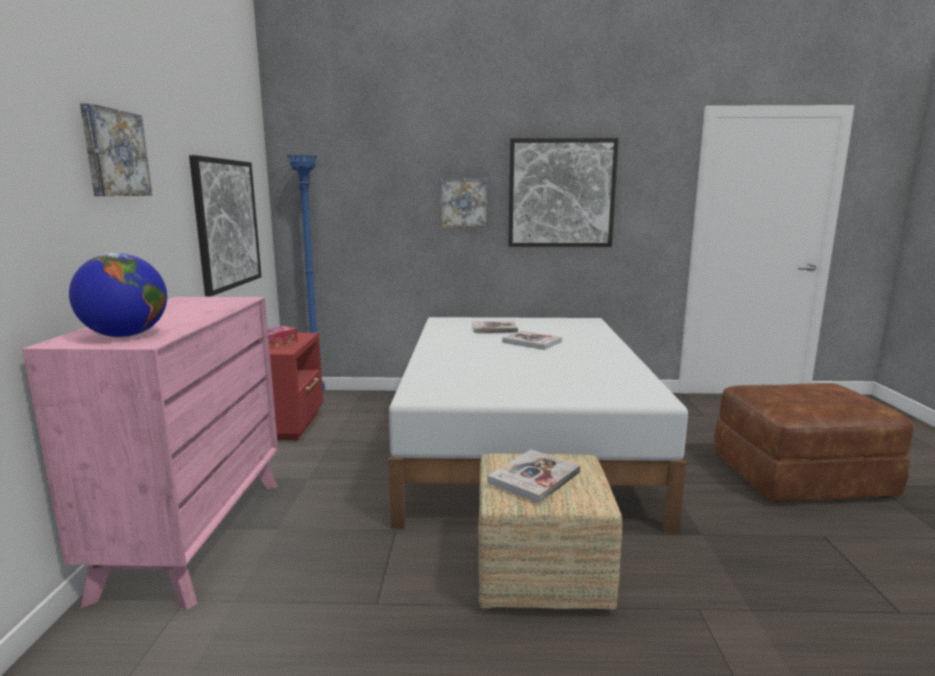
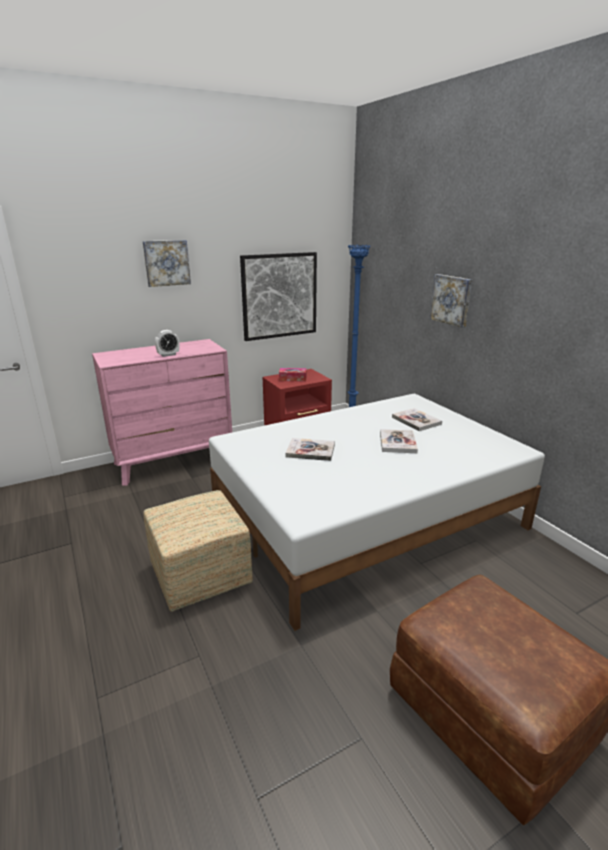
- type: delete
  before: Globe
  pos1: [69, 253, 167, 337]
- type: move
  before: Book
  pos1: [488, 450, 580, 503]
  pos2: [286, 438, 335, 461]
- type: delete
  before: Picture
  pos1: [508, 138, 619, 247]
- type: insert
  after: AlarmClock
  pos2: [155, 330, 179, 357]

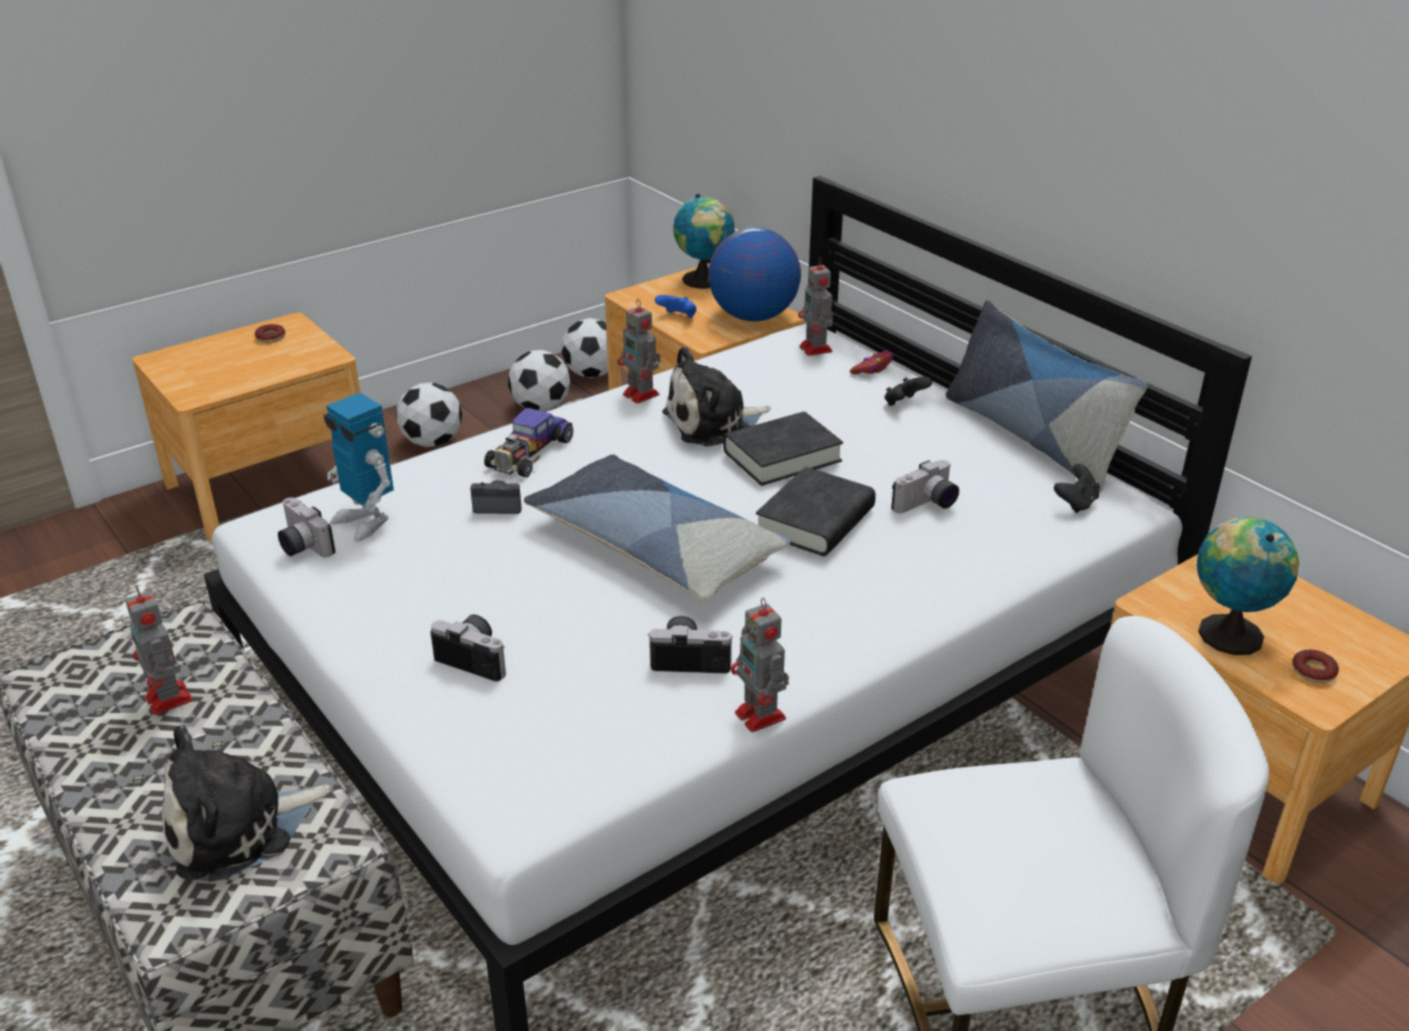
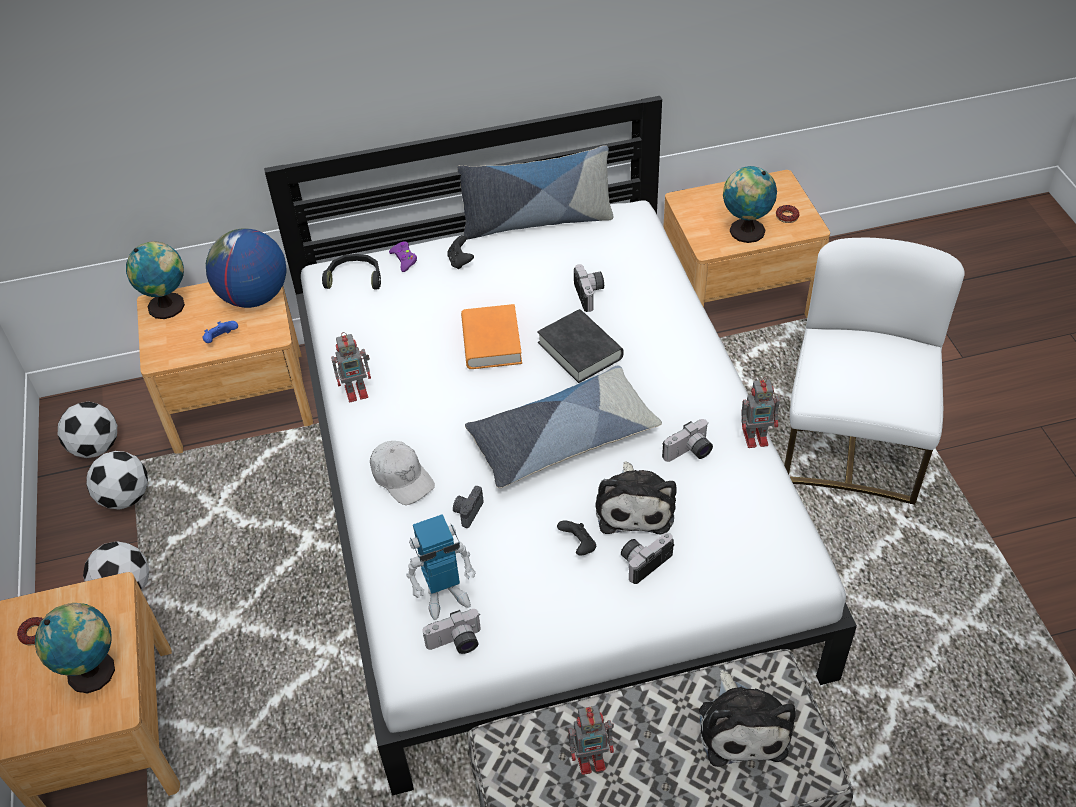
- type: replace
  before: ToyCar
  after: WhiteCap
  pos1: [484, 408, 573, 477]
  pos2: [370, 441, 435, 505]
- type: rotate
  before: PhotoCamera
  pos1: [649, 616, 733, 673]
  pos2: [662, 419, 713, 462]
  turn: -150
- type: move
  before: PlushToy
  pos1: [662, 346, 771, 446]
  pos2: [596, 461, 677, 534]
- type: recolor
  before: BlackBook
  after: OrangeBook
  pos1: [723, 412, 843, 486]
  pos2: [461, 304, 522, 369]
- type: replace
  before: ToyRobot
  after: BlackHeadphones
  pos1: [798, 257, 833, 356]
  pos2: [322, 254, 381, 290]
- type: recolor
  before: RedGameController
  after: PurpleGameController
  pos1: [850, 351, 893, 374]
  pos2: [389, 241, 417, 272]
- type: move
  before: BlackGameController
  pos1: [1054, 464, 1100, 513]
  pos2: [557, 520, 596, 556]
- type: insert
  after: Globe
  pos2: [35, 603, 115, 693]

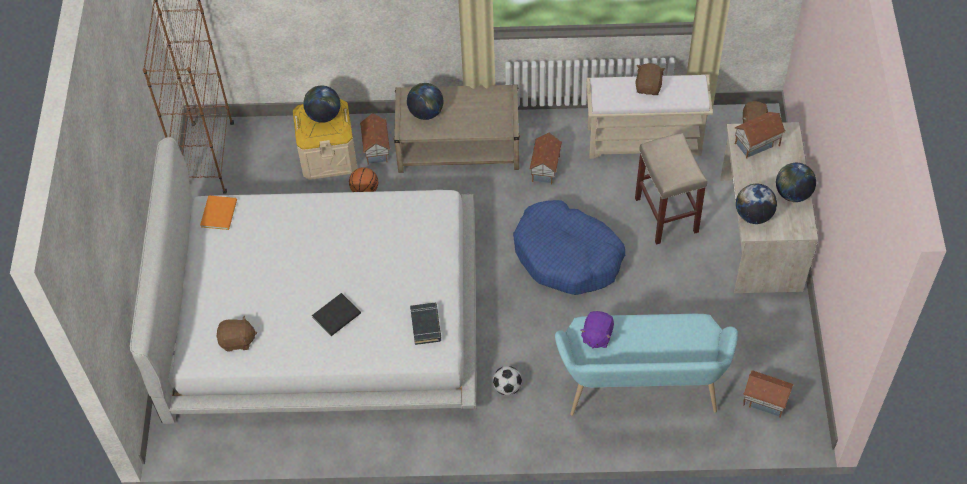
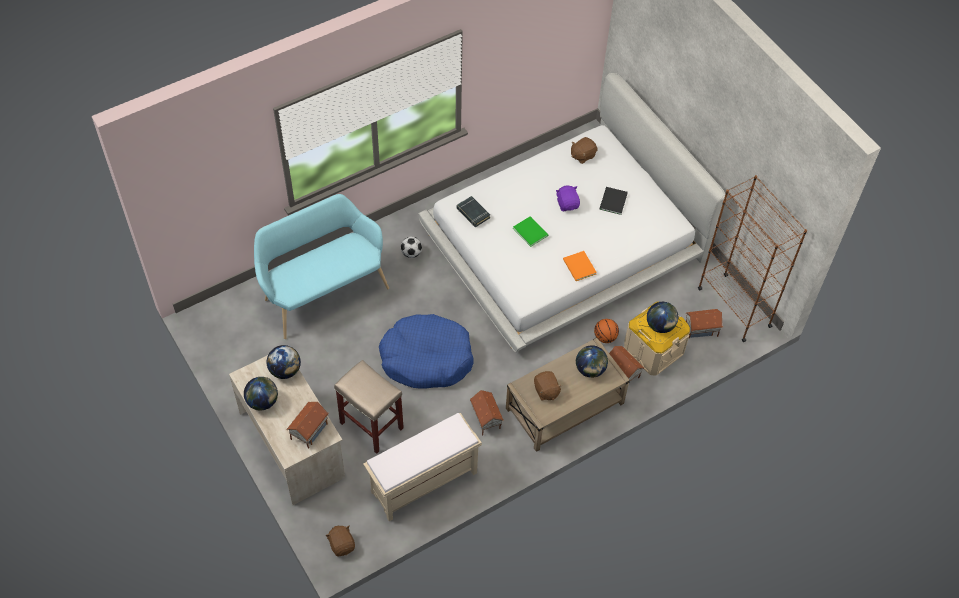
- type: move
  before: OrangeBook
  pos1: [200, 195, 237, 230]
  pos2: [563, 251, 597, 281]
- type: move
  before: BlackBook
  pos1: [312, 293, 361, 336]
  pos2: [600, 187, 628, 215]
- type: move
  before: PurplePlushToy
  pos1: [580, 311, 614, 349]
  pos2: [556, 186, 580, 211]
- type: move
  before: BrownPlushToy
  pos1: [636, 63, 665, 95]
  pos2: [534, 371, 562, 401]
- type: move
  before: ToyHouse
  pos1: [743, 370, 794, 418]
  pos2: [686, 309, 723, 338]
- type: insert
  after: GreenBook
  pos2: [513, 216, 548, 247]

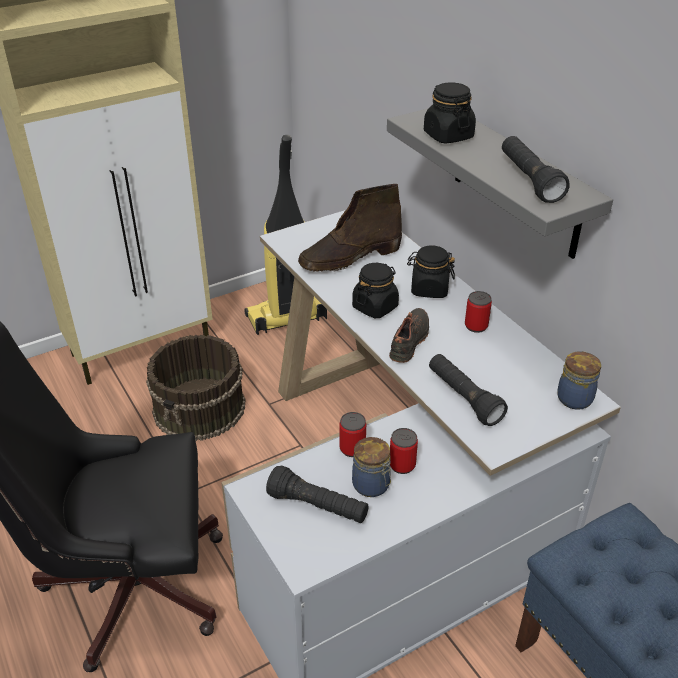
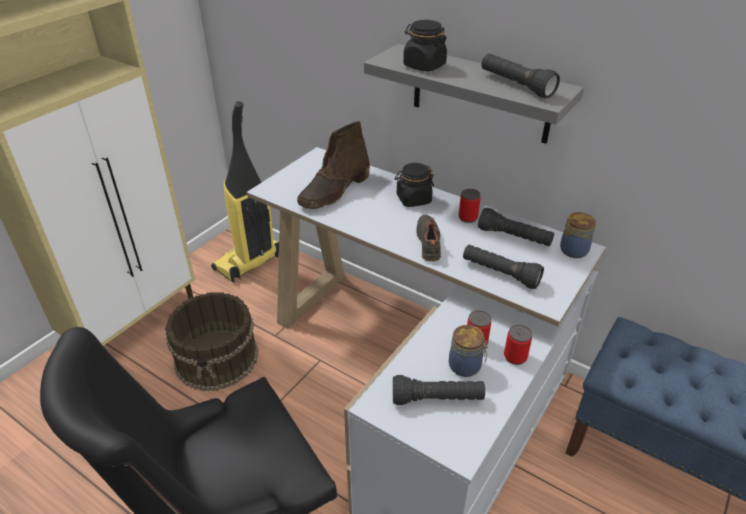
- type: move
  before: Can
  pos1: [339, 412, 366, 457]
  pos2: [504, 325, 532, 365]
- type: delete
  before: BlackJar
  pos1: [352, 263, 399, 318]
- type: insert
  after: BlackFlashlight
  pos2: [478, 208, 554, 246]

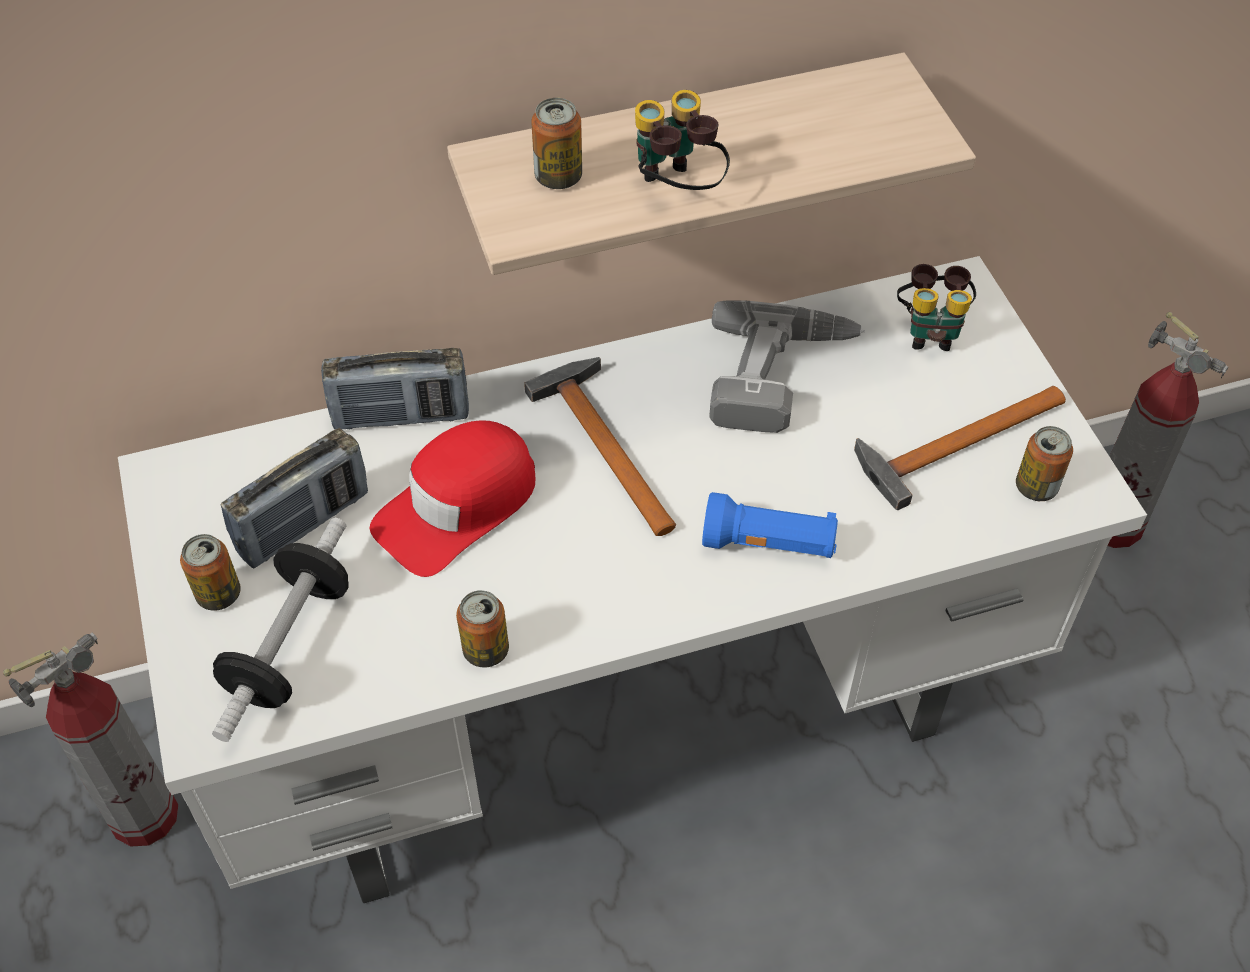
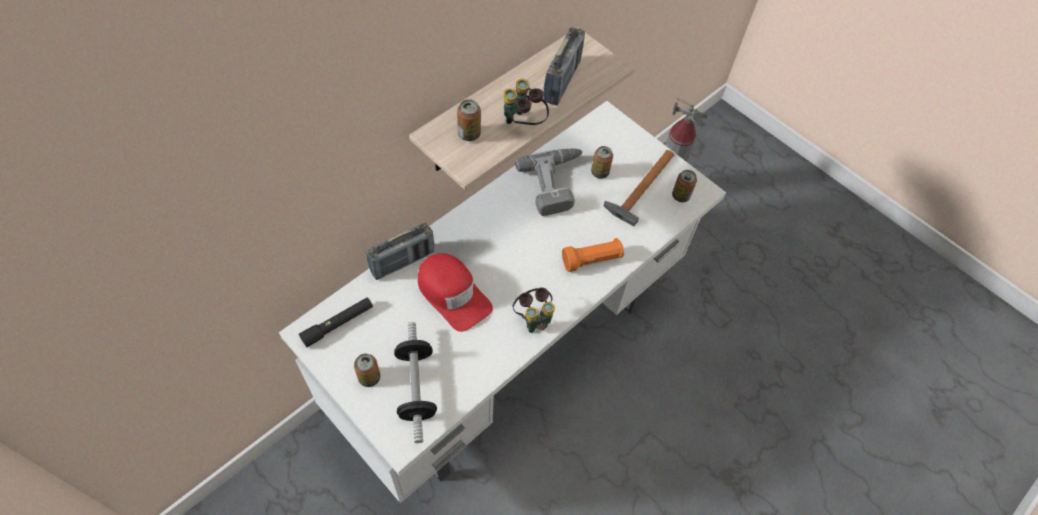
- type: delete
  before: FireExtinguisher
  pos1: [3, 633, 178, 847]
- type: move
  before: Radio
  pos1: [221, 428, 368, 568]
  pos2: [543, 27, 585, 105]
- type: rotate
  before: RedCap
  pos1: [370, 420, 536, 577]
  pos2: [418, 253, 493, 332]
  turn: -60
- type: move
  before: Can
  pos1: [456, 590, 509, 667]
  pos2: [591, 146, 613, 179]
- type: delete
  before: Hammer
  pos1: [524, 357, 676, 536]
- type: recolor
  before: BlueFlashlight
  after: OrangeFlashlight
  pos1: [702, 492, 838, 558]
  pos2: [562, 238, 624, 272]
- type: move
  before: Binoculars
  pos1: [897, 264, 976, 351]
  pos2: [513, 288, 555, 333]
- type: insert
  after: BlackFlashlight
  pos2: [299, 297, 373, 347]

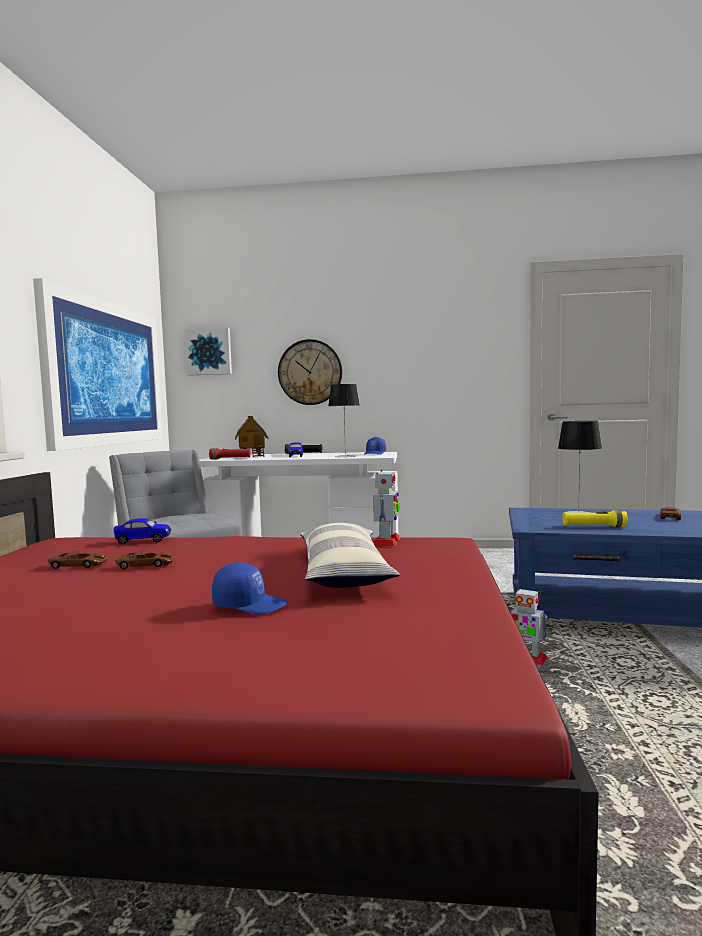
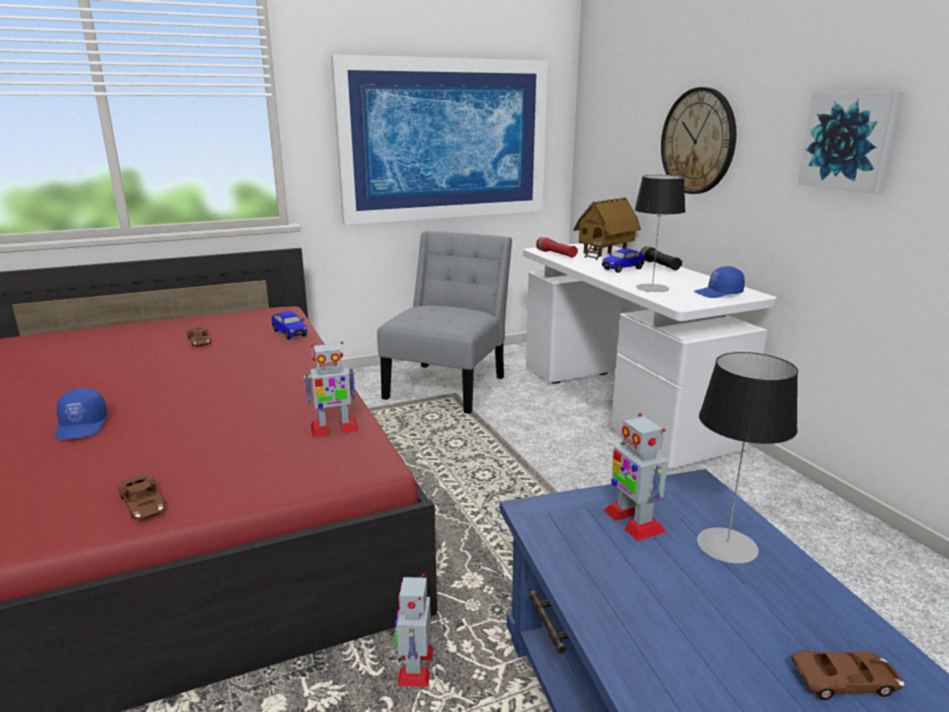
- type: move
  before: BrownToyCar
  pos1: [115, 551, 174, 569]
  pos2: [118, 474, 164, 520]
- type: move
  before: Picture
  pos1: [185, 328, 232, 376]
  pos2: [797, 91, 904, 193]
- type: delete
  before: Pillow
  pos1: [300, 523, 400, 588]
- type: delete
  before: YellowFlashlight
  pos1: [563, 510, 628, 527]
- type: insert
  after: ToyRobot
  pos2: [604, 413, 668, 541]

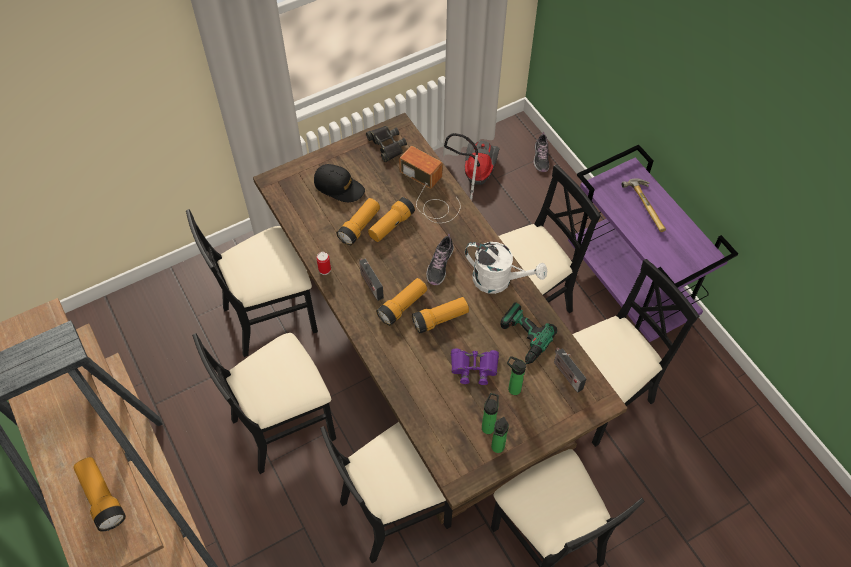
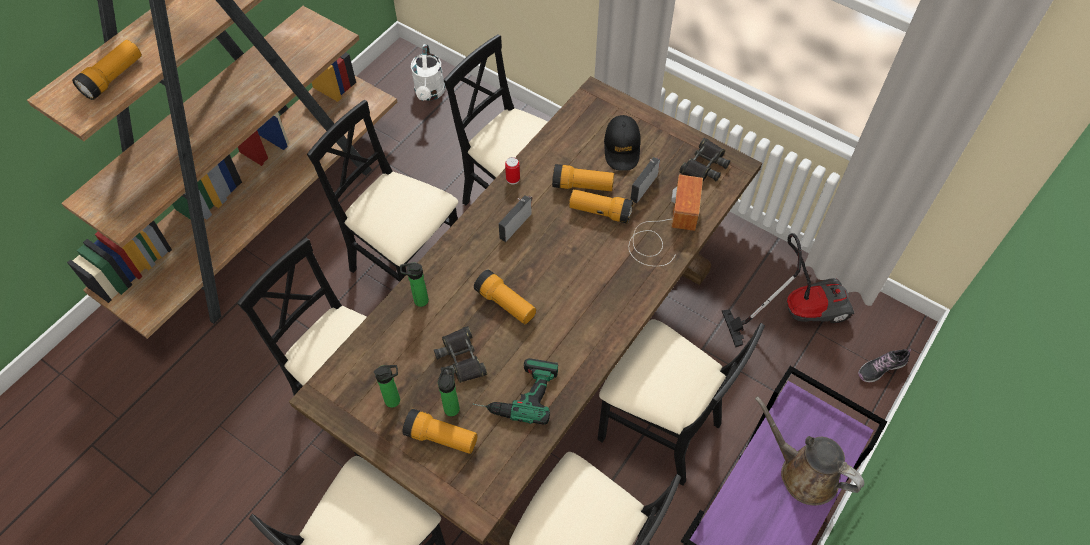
- type: move
  before: Flashlight
  pos1: [376, 278, 427, 326]
  pos2: [402, 409, 477, 454]
- type: delete
  before: Shoe
  pos1: [426, 234, 454, 285]
- type: recolor
  before: PurpleBinoculars
  after: BlackBinoculars
  pos1: [451, 349, 499, 385]
  pos2: [434, 326, 487, 383]
- type: move
  before: WhiteWateringCan
  pos1: [465, 242, 547, 294]
  pos2: [411, 44, 445, 101]
- type: move
  before: Bottle
  pos1: [491, 417, 509, 453]
  pos2: [400, 263, 429, 307]
- type: move
  before: Radio
  pos1: [554, 348, 587, 393]
  pos2: [630, 157, 660, 203]
- type: replace
  before: Hammer
  after: BrownWateringCan
  pos1: [622, 178, 666, 232]
  pos2: [755, 396, 864, 505]

